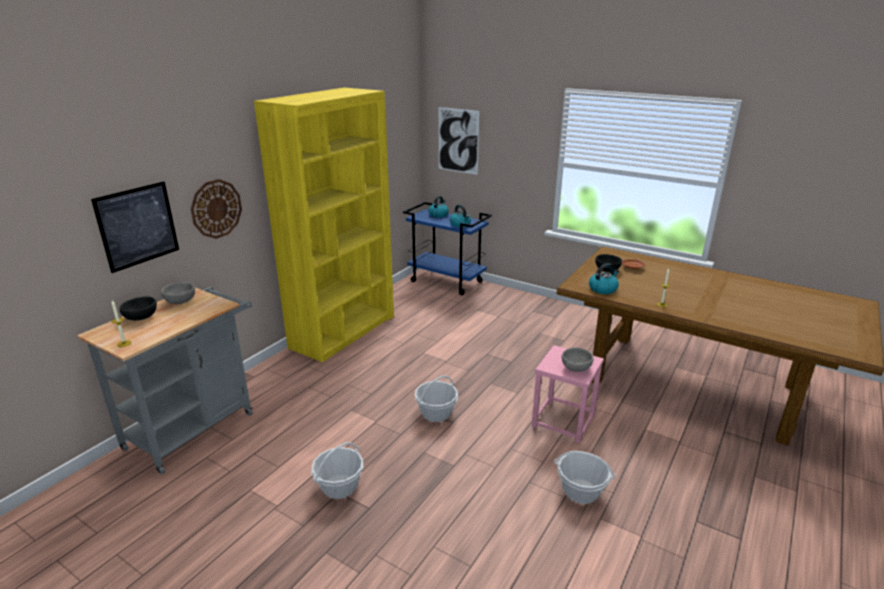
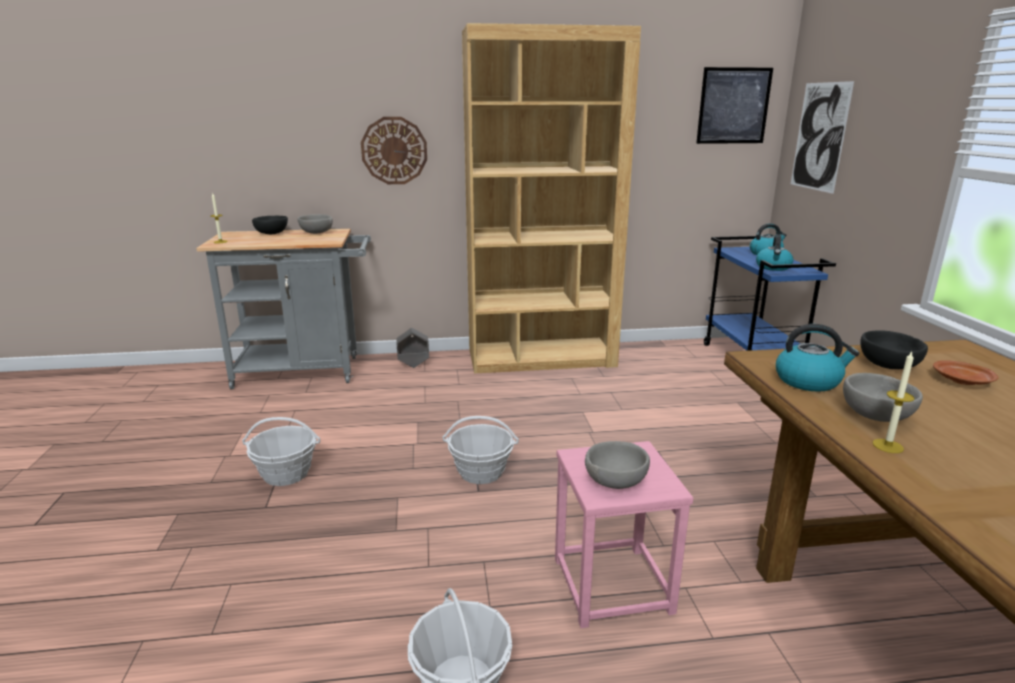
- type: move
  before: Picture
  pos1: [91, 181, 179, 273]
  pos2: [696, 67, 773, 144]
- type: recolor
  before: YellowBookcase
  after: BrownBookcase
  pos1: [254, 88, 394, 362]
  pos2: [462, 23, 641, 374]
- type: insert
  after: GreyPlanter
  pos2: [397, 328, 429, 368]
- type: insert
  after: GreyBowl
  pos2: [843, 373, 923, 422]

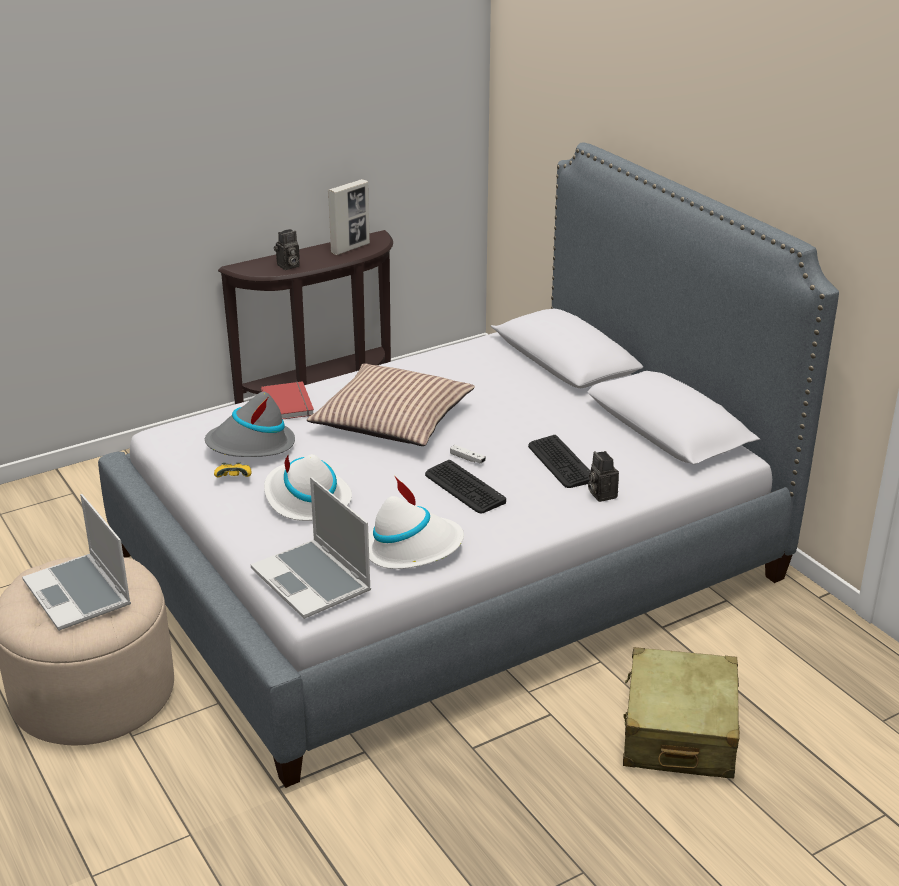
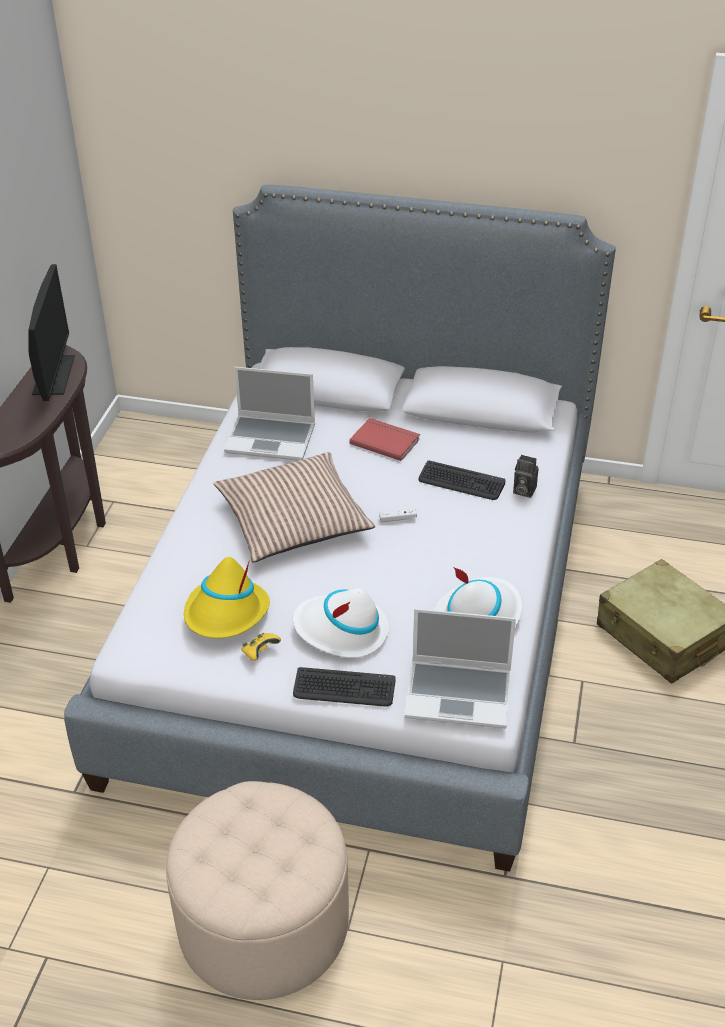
- type: move
  before: Laptop
  pos1: [22, 494, 131, 631]
  pos2: [224, 367, 315, 461]
- type: recolor
  before: GreyHat
  after: YellowHat
  pos1: [205, 392, 295, 457]
  pos2: [184, 557, 270, 638]
- type: move
  before: RedBook
  pos1: [261, 381, 314, 419]
  pos2: [350, 418, 420, 461]
- type: delete
  before: PhotoCamera
  pos1: [274, 229, 300, 270]
- type: replace
  before: PictureFrame
  after: Monitor
  pos1: [328, 179, 370, 255]
  pos2: [29, 264, 75, 401]
- type: move
  before: Keyboard
  pos1: [425, 460, 506, 513]
  pos2: [293, 667, 396, 707]

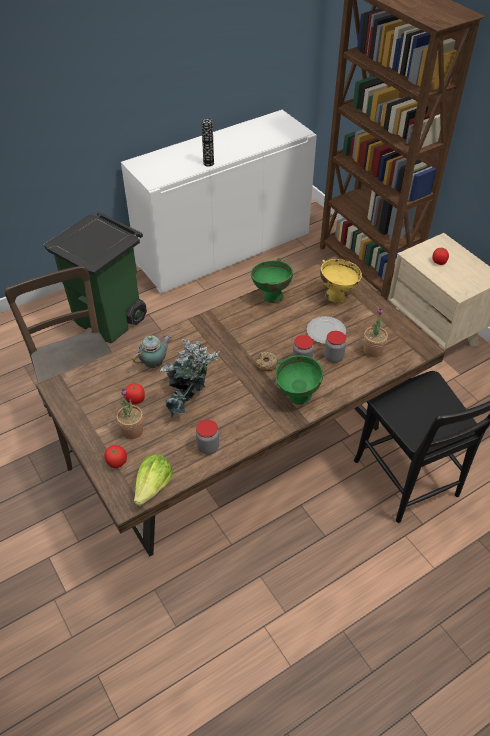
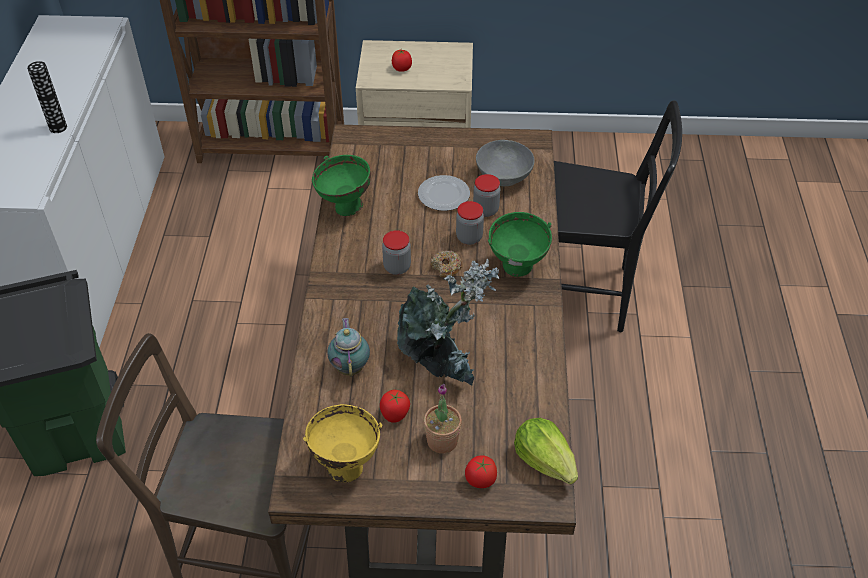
- type: move
  before: Jar
  pos1: [196, 420, 219, 454]
  pos2: [382, 230, 411, 275]
- type: move
  before: YellowBowl
  pos1: [320, 259, 362, 303]
  pos2: [303, 404, 382, 482]
- type: replace
  before: PottedPlant
  after: GreyBowl
  pos1: [363, 308, 388, 357]
  pos2: [476, 140, 535, 186]

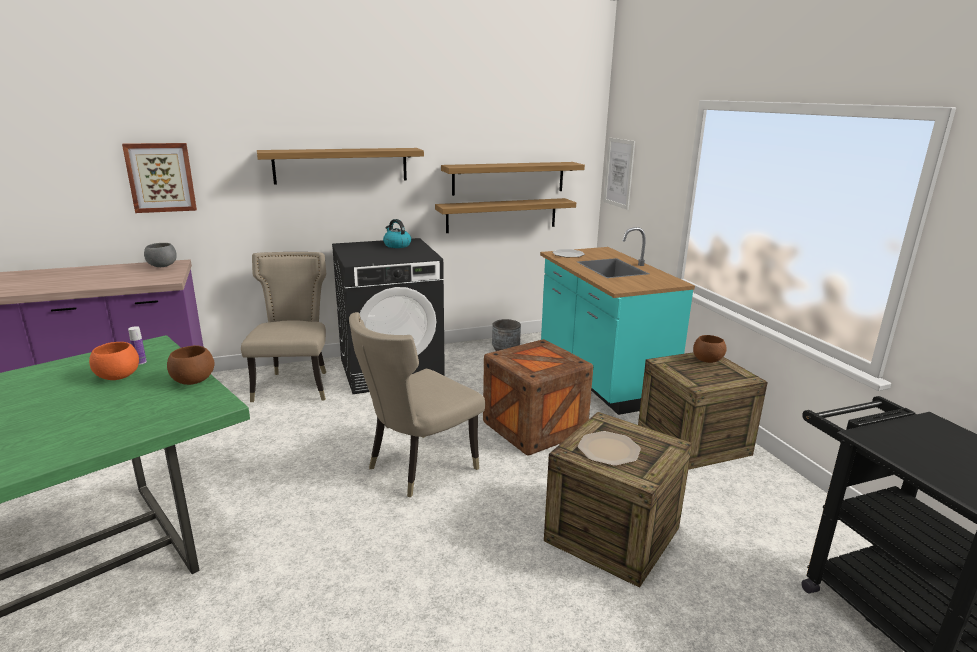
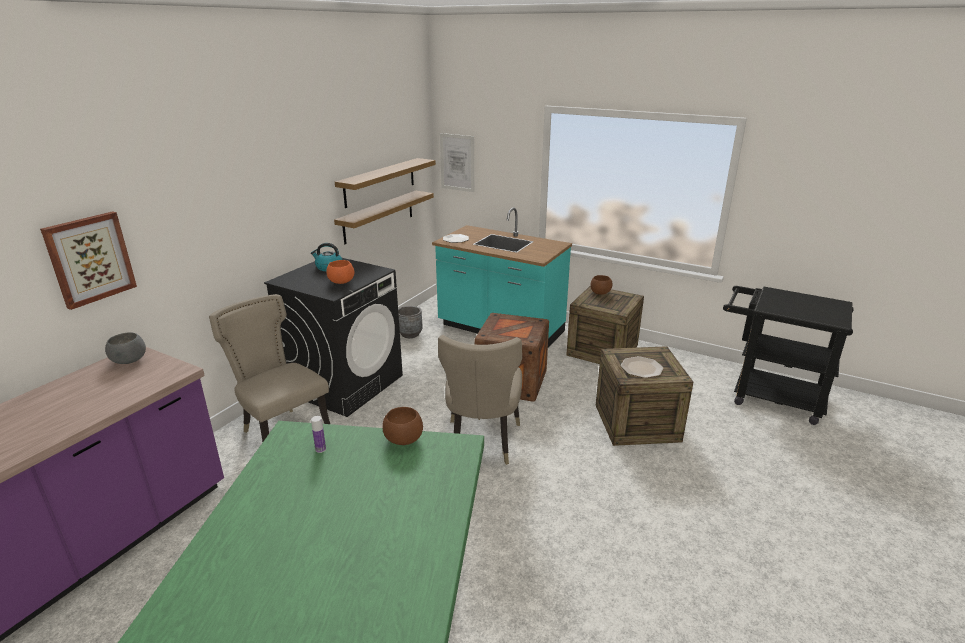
- type: move
  before: OrangeBowl
  pos1: [89, 342, 139, 380]
  pos2: [326, 260, 354, 284]
- type: delete
  before: Shelf
  pos1: [257, 148, 424, 185]

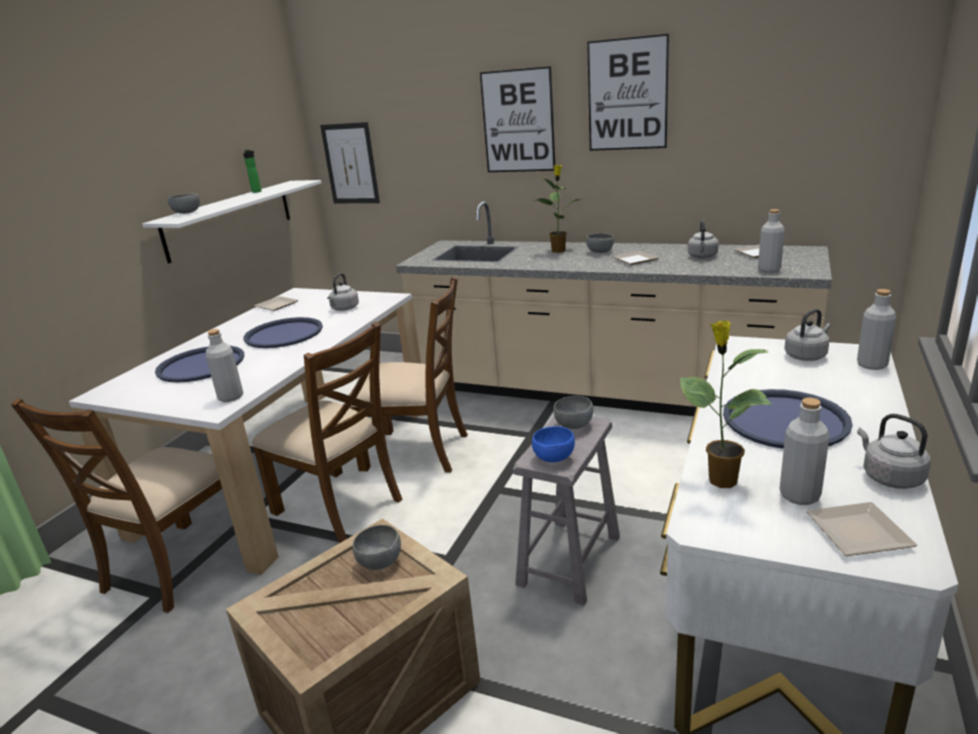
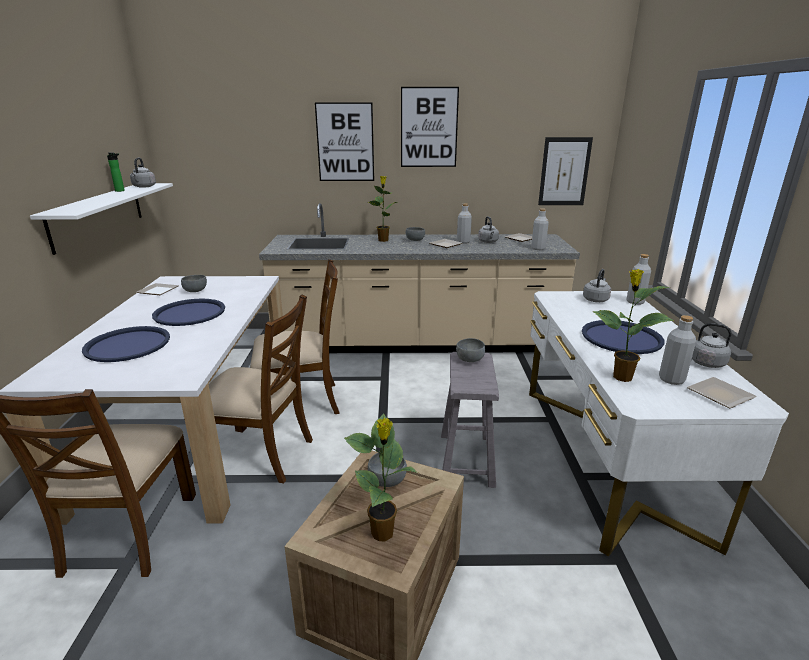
- type: move
  before: GreyBowl
  pos1: [168, 194, 200, 214]
  pos2: [181, 275, 207, 292]
- type: move
  before: GreyBottle
  pos1: [206, 329, 243, 402]
  pos2: [457, 204, 472, 244]
- type: move
  before: Picture
  pos1: [320, 122, 380, 203]
  pos2: [538, 137, 593, 205]
- type: move
  before: GreyKettle
  pos1: [327, 273, 359, 311]
  pos2: [130, 158, 156, 188]
- type: delete
  before: BlueBowl
  pos1: [532, 426, 575, 462]
- type: insert
  after: PottedPlant
  pos2: [344, 413, 418, 541]

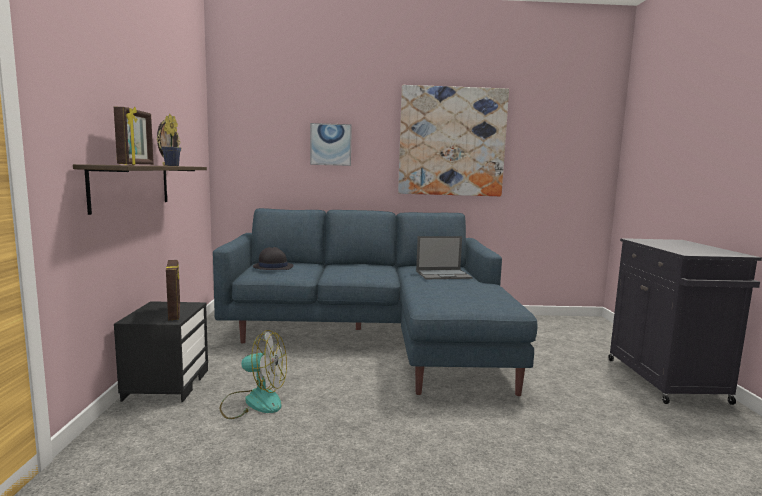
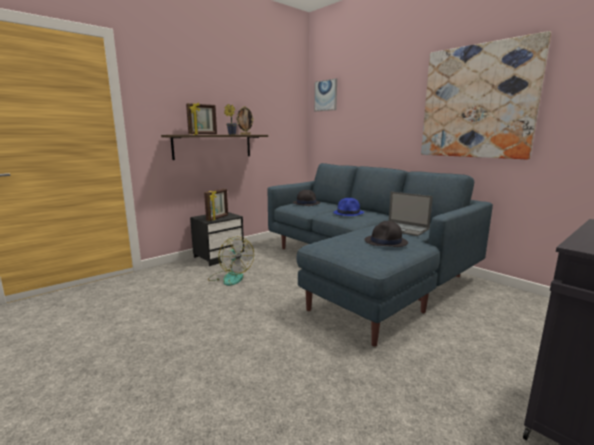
- type: move
  before: Picture
  pos1: [310, 123, 352, 166]
  pos2: [314, 78, 337, 111]
- type: insert
  after: BlueHat
  pos2: [333, 198, 364, 216]
- type: insert
  after: BlackHat
  pos2: [365, 221, 408, 247]

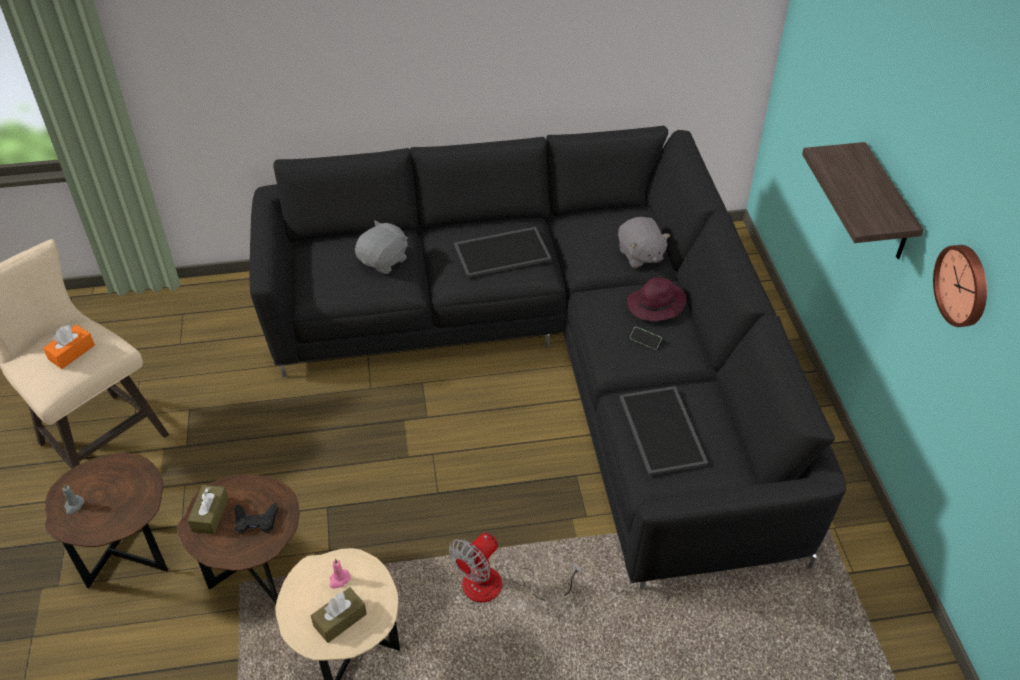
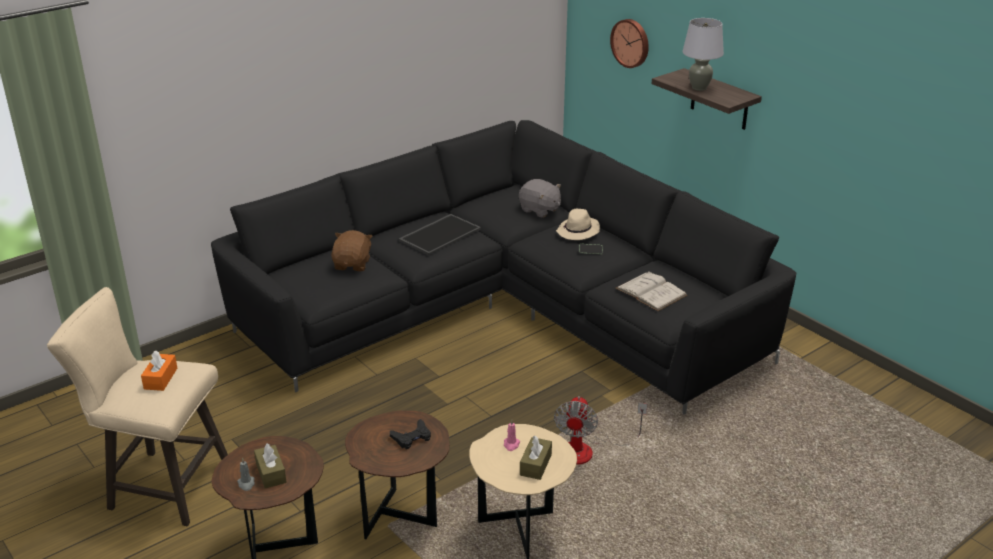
- type: move
  before: BrownTissueBox
  pos1: [188, 485, 228, 534]
  pos2: [254, 443, 287, 488]
- type: recolor
  before: GreyPlushToy
  after: BrownPlushToy
  pos1: [355, 220, 408, 274]
  pos2: [331, 230, 373, 271]
- type: replace
  before: Tray
  after: WhiteBook
  pos1: [620, 386, 708, 476]
  pos2: [616, 272, 688, 311]
- type: recolor
  before: PurpleHat
  after: BeigeHat
  pos1: [627, 277, 687, 321]
  pos2: [556, 209, 600, 240]
- type: move
  before: WallClock
  pos1: [933, 245, 987, 327]
  pos2: [610, 19, 649, 68]
- type: insert
  after: GreyTableLamp
  pos2: [682, 18, 724, 91]

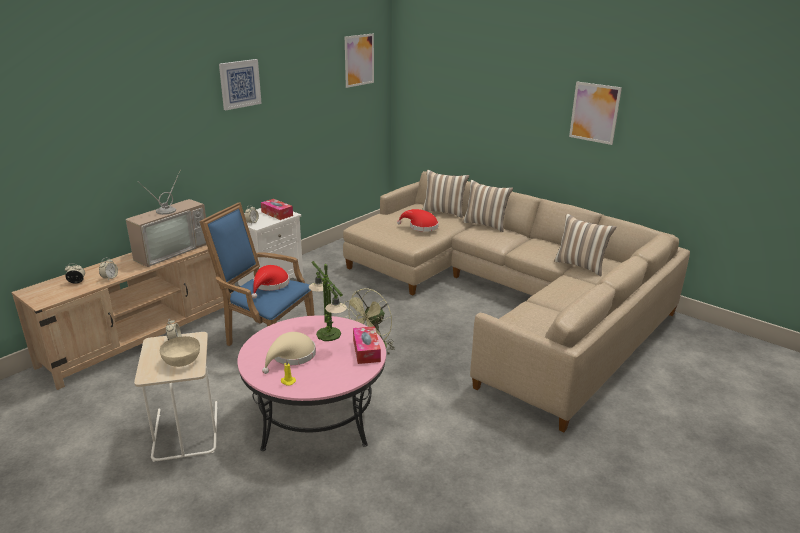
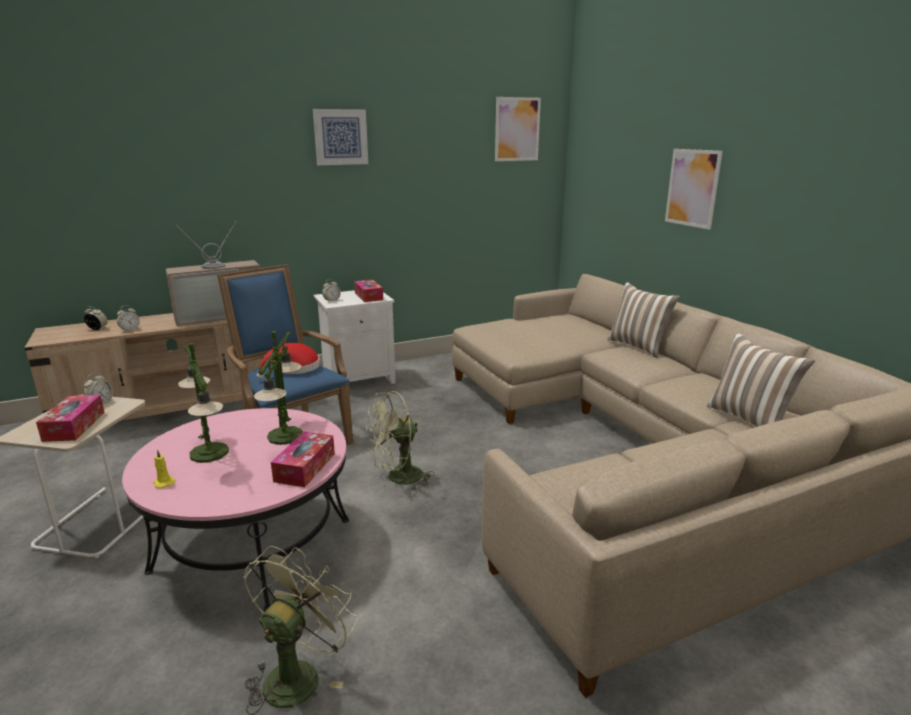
- type: replace
  before: BeigeBowl
  after: TissueBox
  pos1: [160, 336, 200, 367]
  pos2: [36, 395, 105, 442]
- type: replace
  before: BeigeHat
  after: TableLamp
  pos1: [262, 332, 316, 374]
  pos2: [178, 343, 229, 463]
- type: delete
  before: RedHat
  pos1: [397, 209, 439, 232]
- type: delete
  before: Pillow
  pos1: [422, 170, 470, 218]
- type: move
  before: Picture
  pos1: [569, 81, 622, 145]
  pos2: [665, 149, 723, 230]
- type: insert
  after: GreenFan
  pos2: [243, 546, 358, 715]

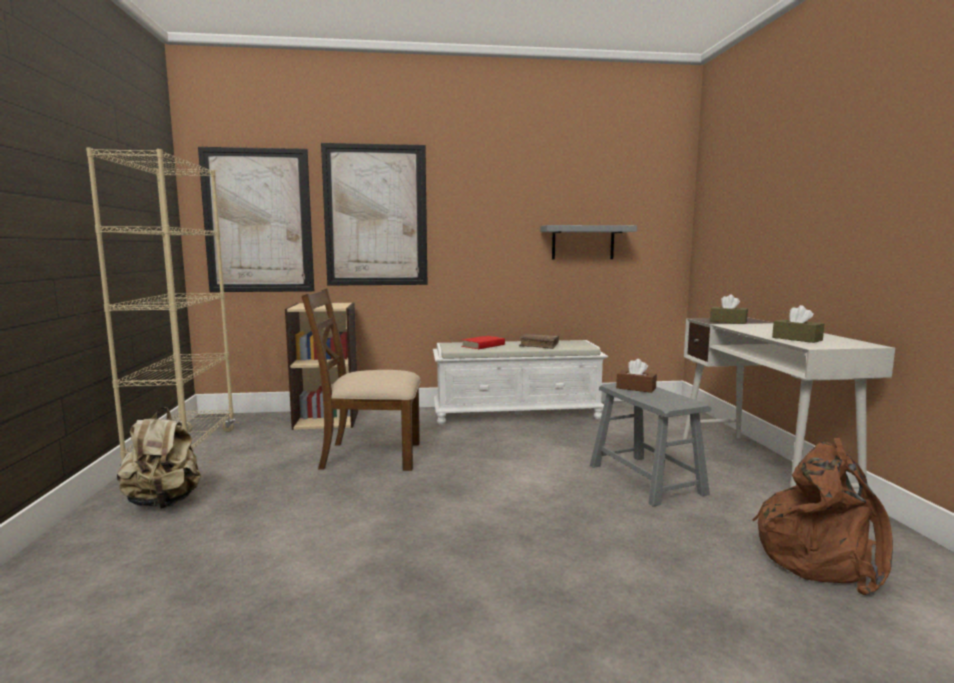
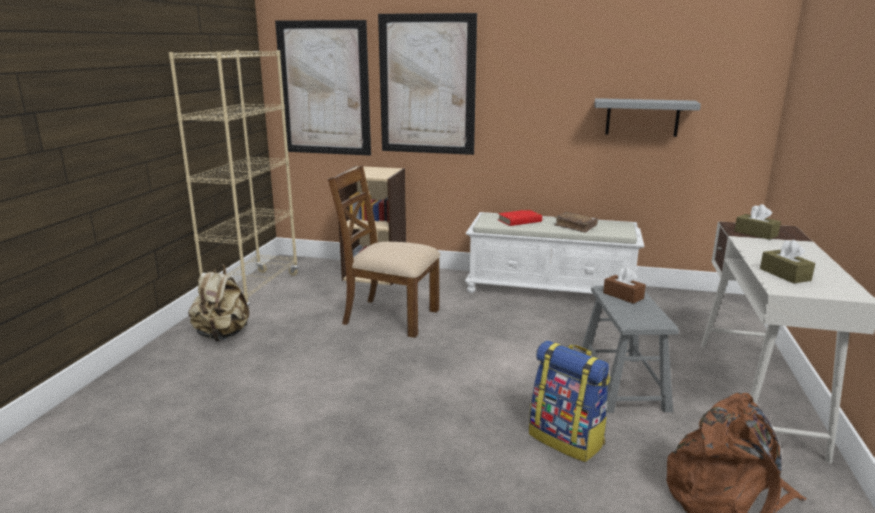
- type: insert
  after: Backpack
  pos2: [529, 340, 610, 462]

